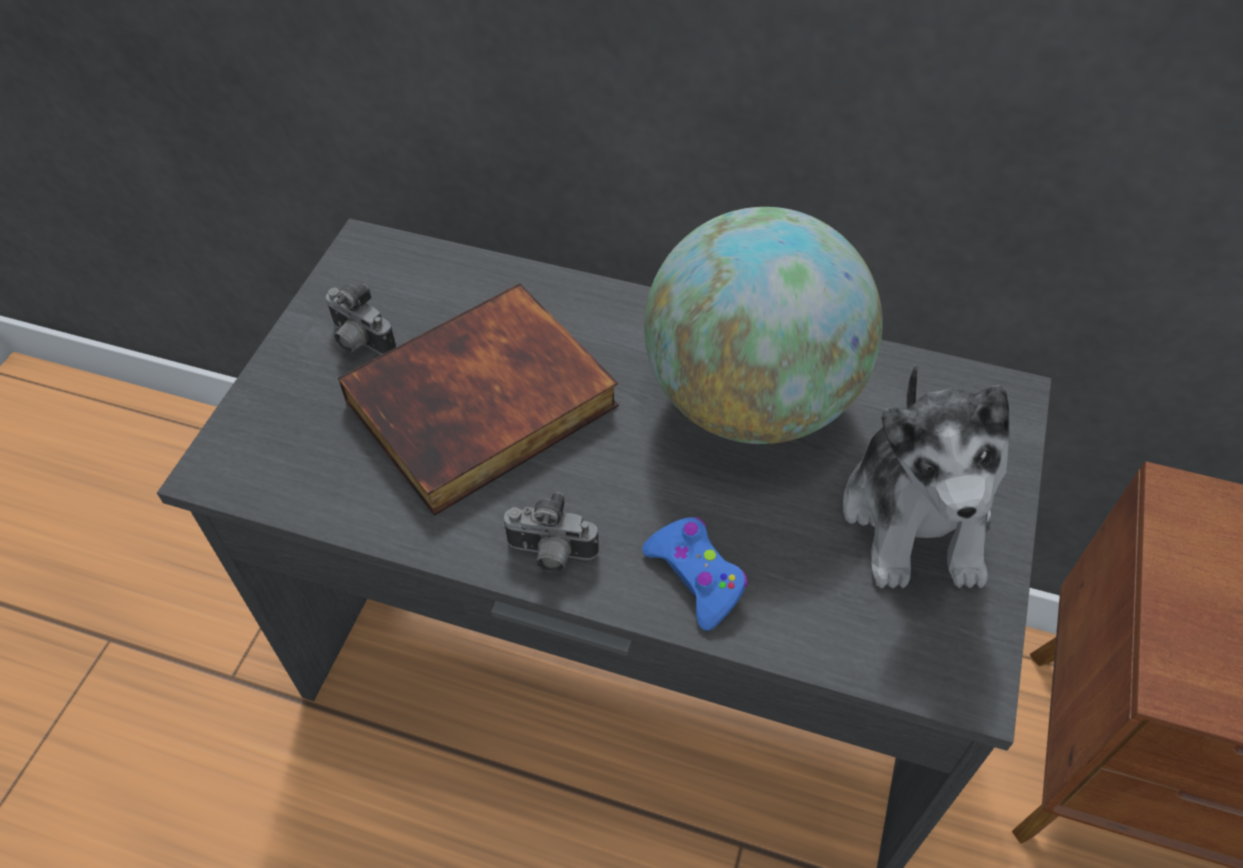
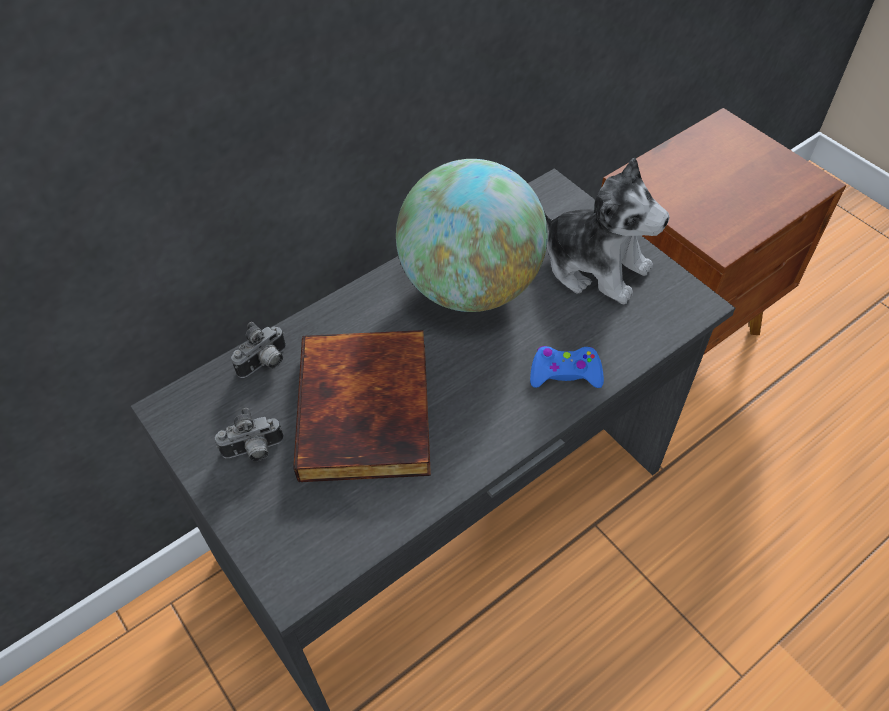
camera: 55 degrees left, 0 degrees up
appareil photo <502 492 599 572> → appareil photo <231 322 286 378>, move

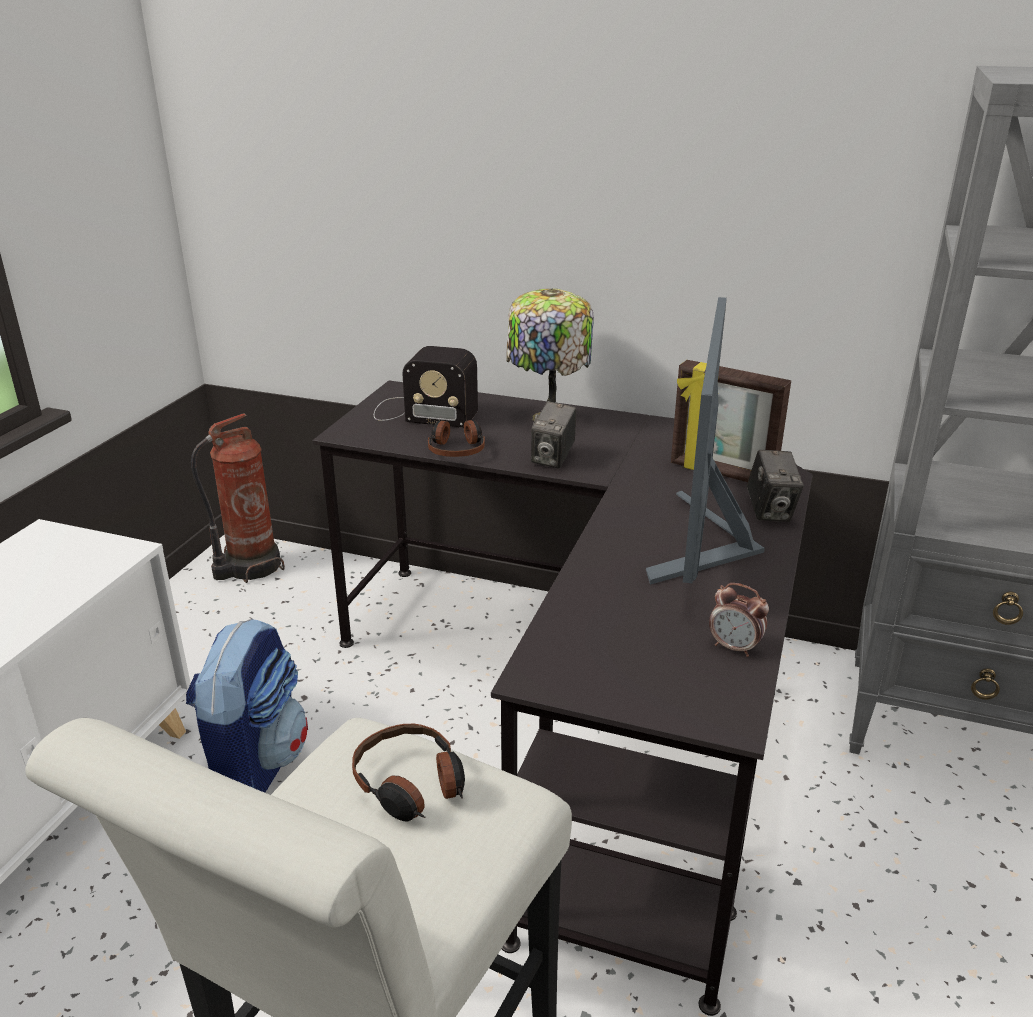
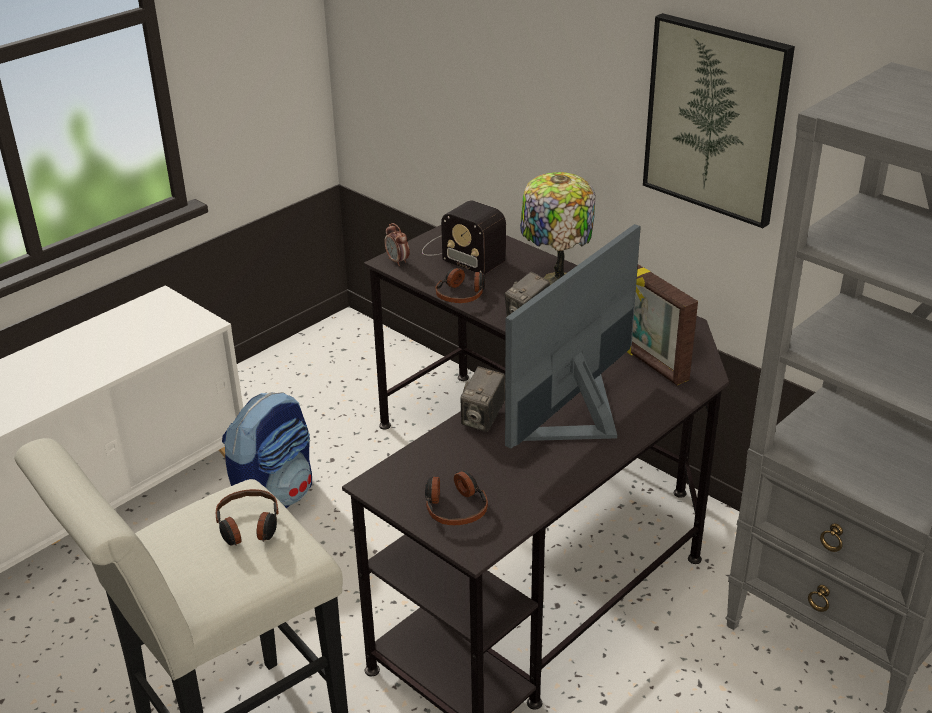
camera: 25 degrees right, 5 degrees up
extincteur <191 413 285 583> → -
réveil <709 583 769 657> → réveil <385 223 409 266>, move
appareil photo <747 450 804 522> → appareil photo <460 366 505 432>, move
- → casque audio <425 471 488 525>
- → tableau <643 13 795 228>

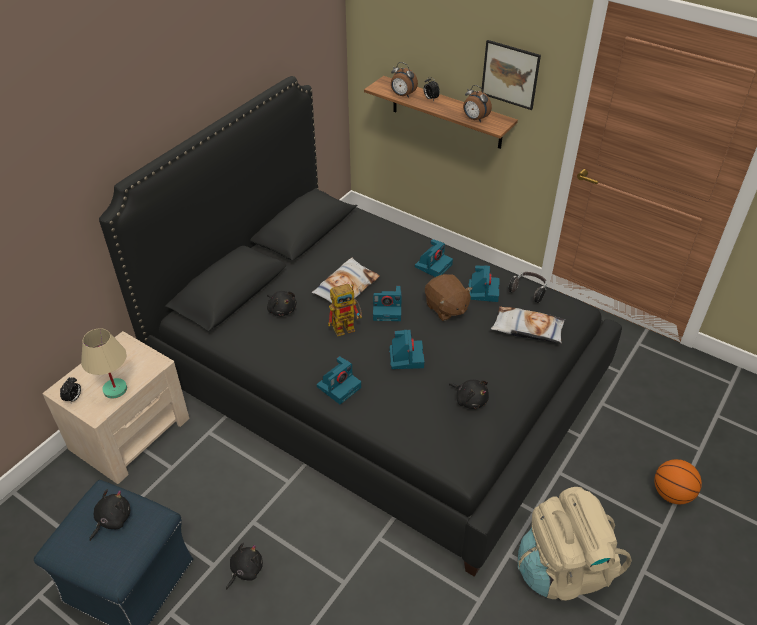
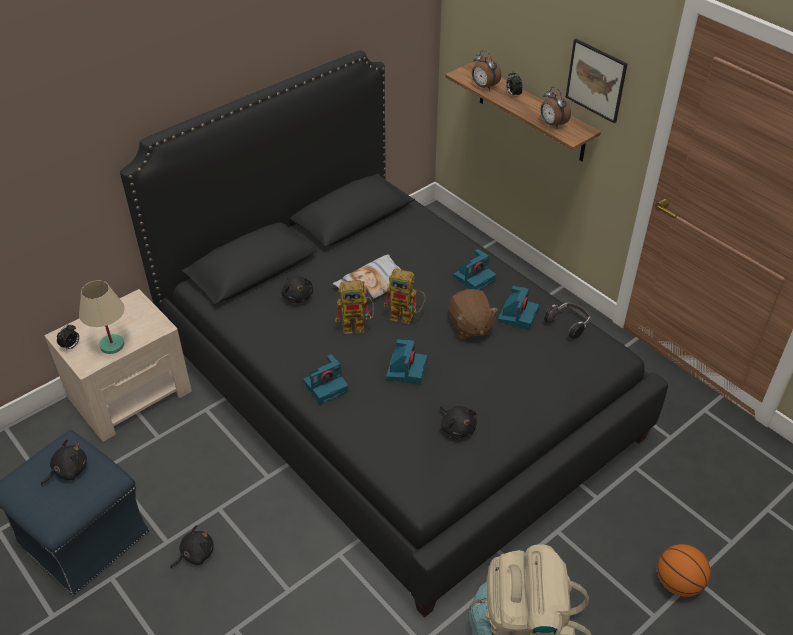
camera: 15 degrees right, 0 degrees up
appareil photo <373 286 402 321> → robot jouet <383 269 426 324>
coussin <491 306 565 343> → -

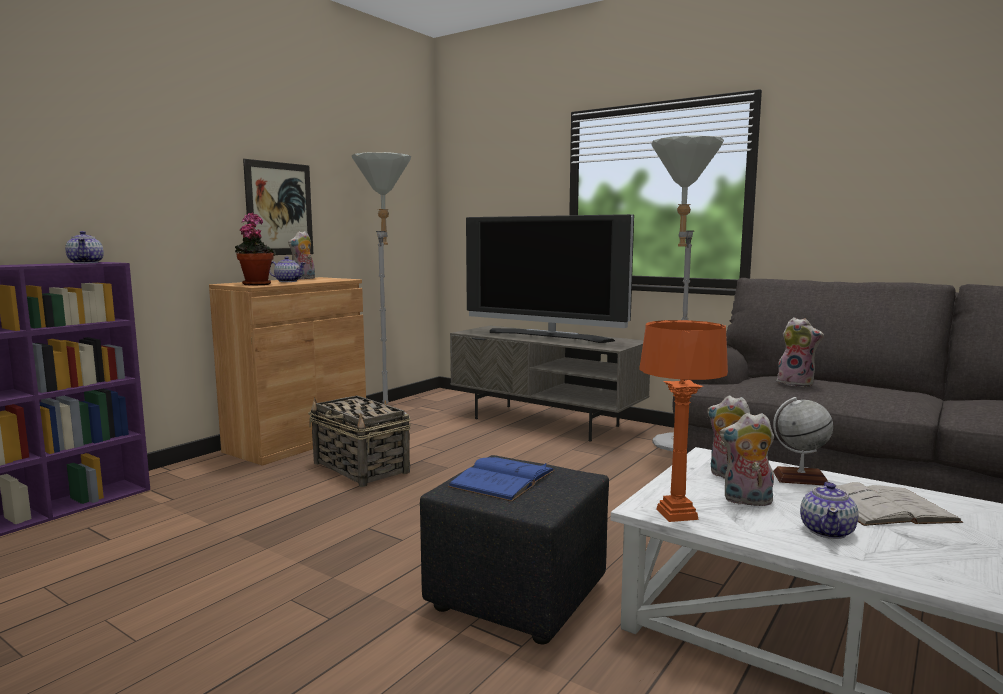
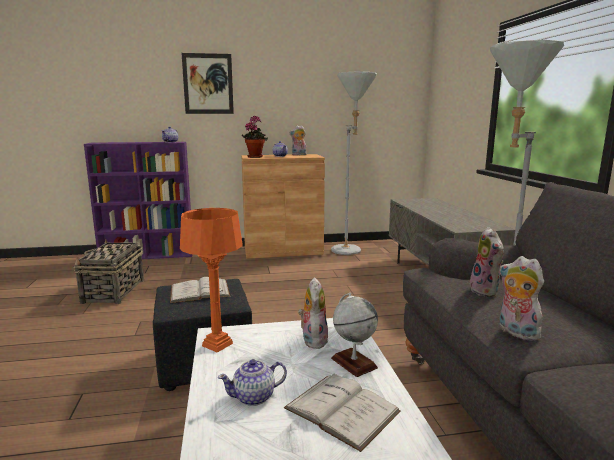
camera: 45 degrees right, 5 degrees up
tableau <243 159 313 255> → tableau <182 53 234 114>, move
panier <308 396 411 487> → panier <74 239 144 304>, move
livre [bleu] <448 457 555 502> → livre [blanc] <170 277 230 303>
téléviseur <466 214 634 343> → -
peluche <719 413 774 506> → peluche <499 256 544 341>, move

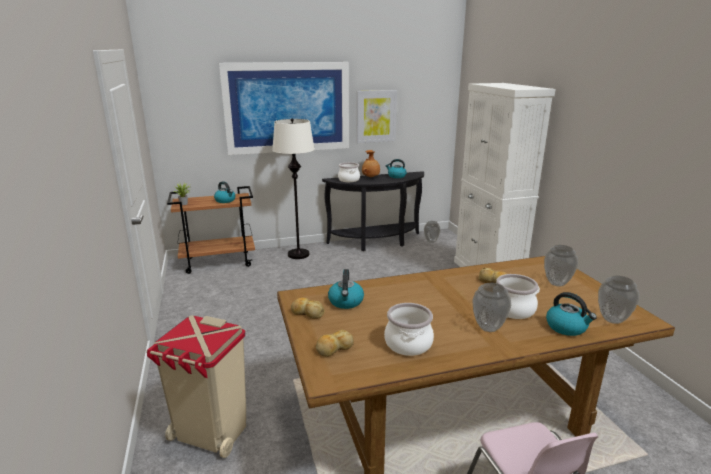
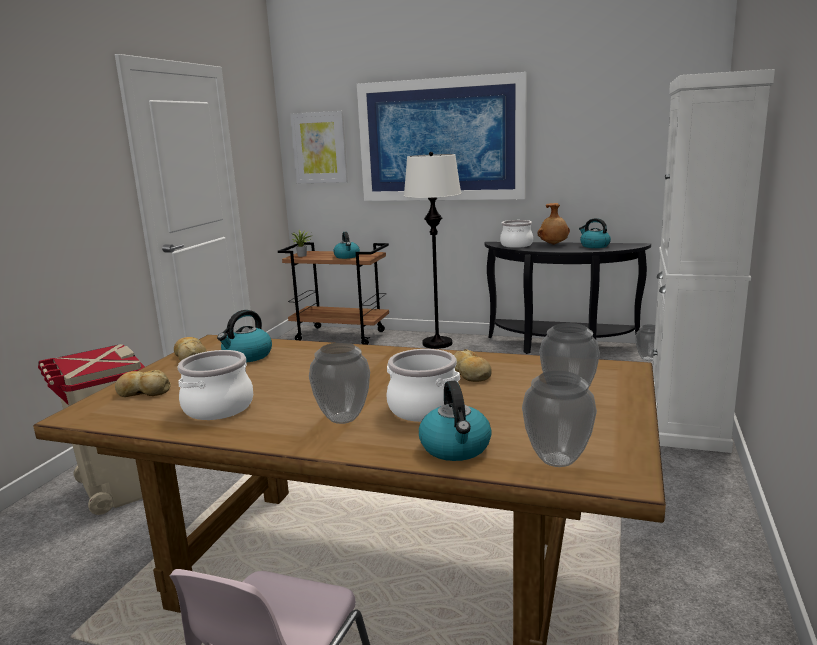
camera: 35 degrees right, 5 degrees down
tableau <357 90 397 143> → tableau <290 111 348 183>, move

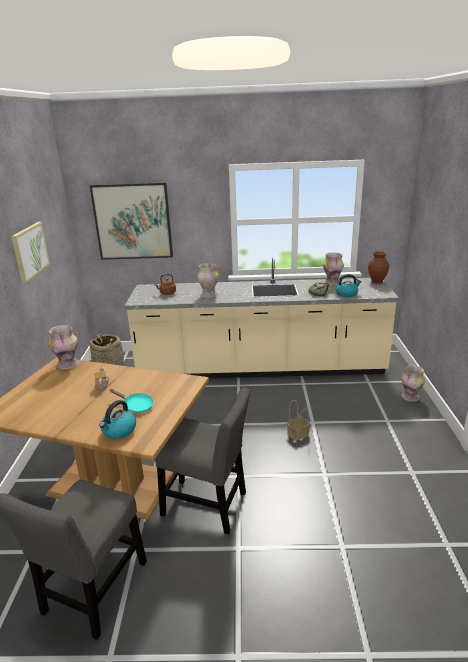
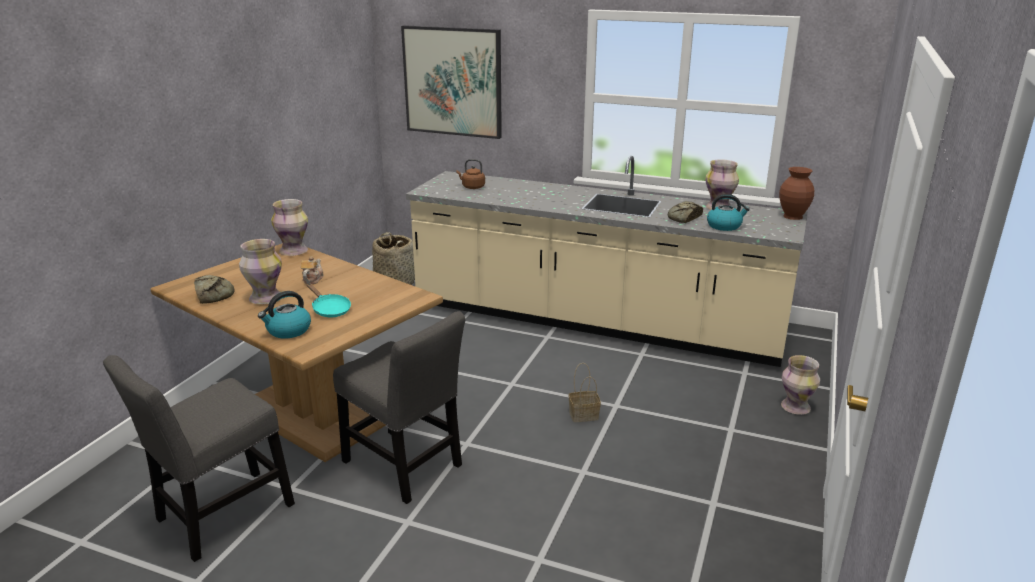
camera: 20 degrees right, 0 degrees up
tableau <11 222 50 284> → -
vase <197 263 219 298> → vase <239 239 282 304>, move
- → pain <194 275 234 304>

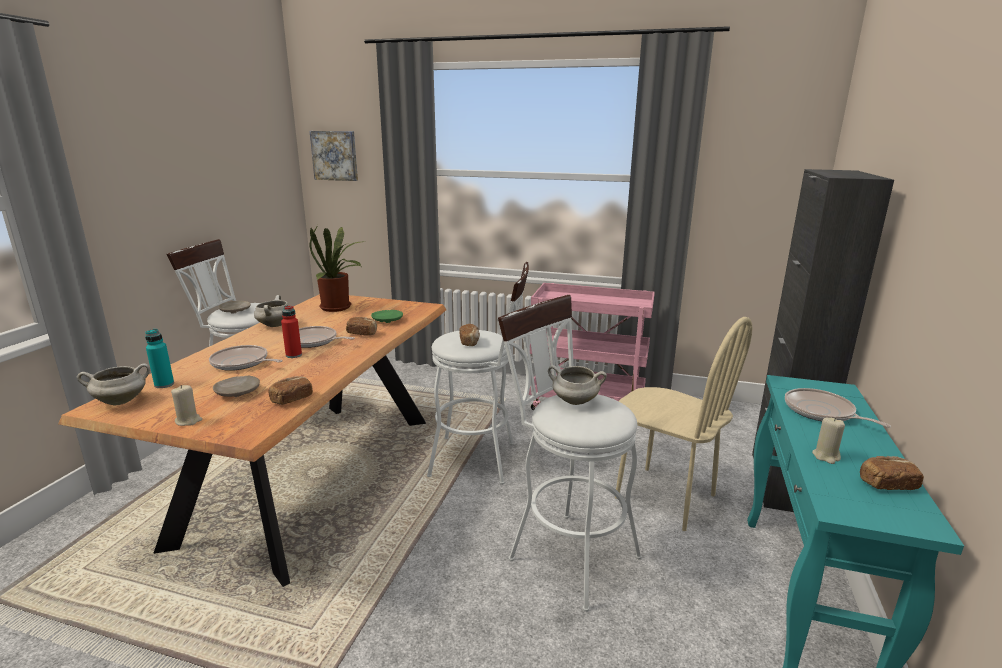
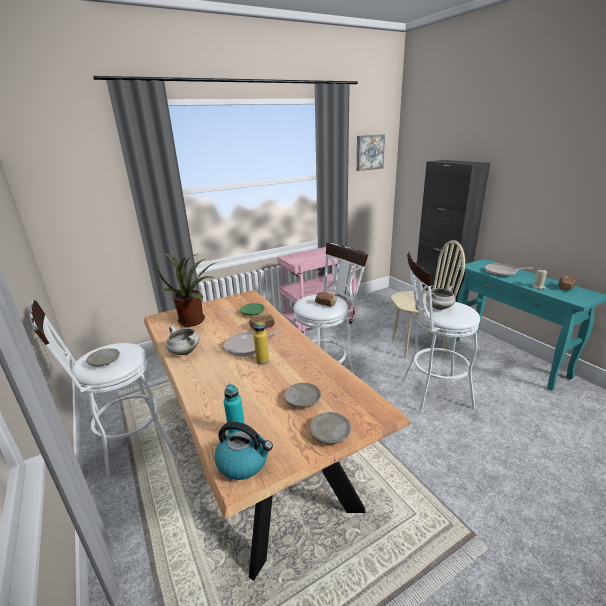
camera: 45 degrees left, 5 degrees up
marmite [blanc] <77 363 150 406> → bouilloire <214 422 273 480>
bougie [beige] <171 385 203 426> → assiette [beige] <310 412 351 444>
poêle <209 345 283 371> → -
pain <269 376 313 405> → -
bouteille [rouge] <281 305 302 358> → bouteille [jaune] <253 321 269 365>
tableau <310 131 358 181> → tableau <356 134 385 171>, move

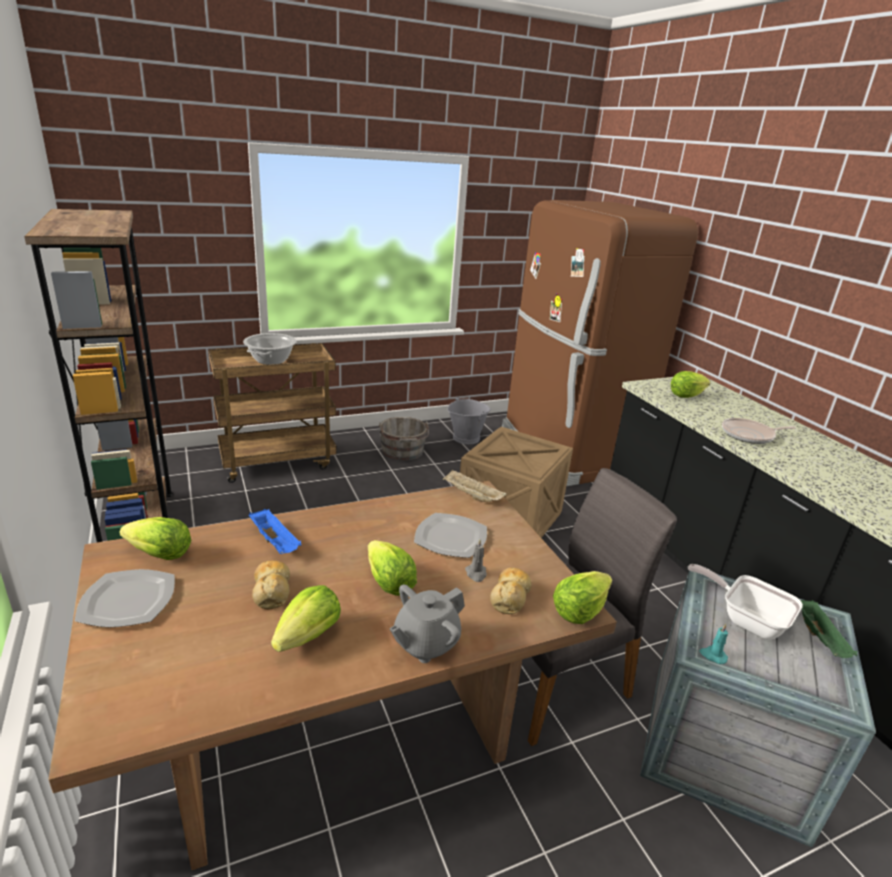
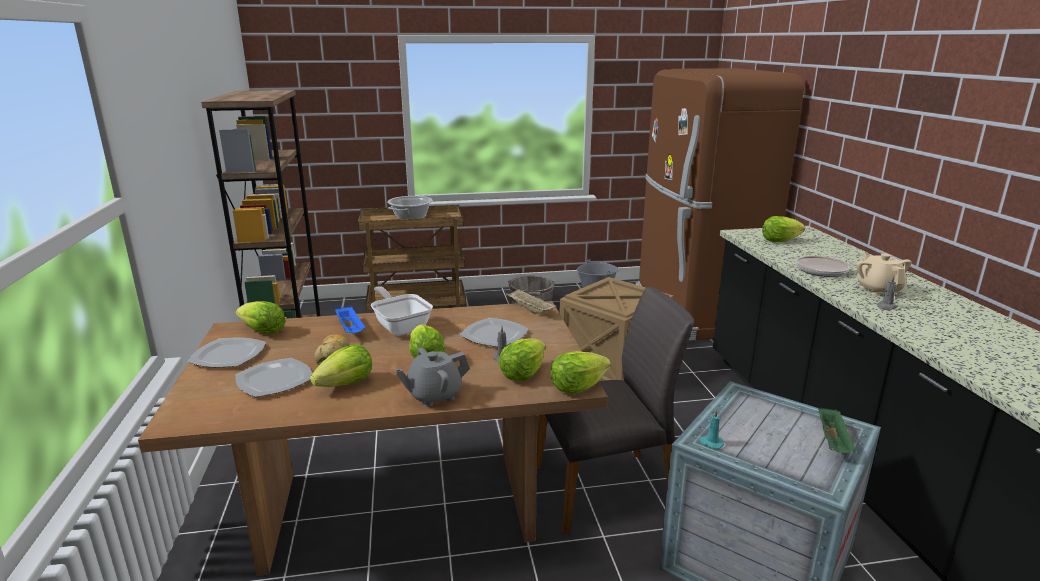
camera: 15 degrees right, 5 degrees down
pain <490 567 532 614> → laitue <499 338 546 381>
poêle <688 564 803 639> → poêle <371 286 433 336>, move
- → assiette <235 358 312 397>
- → théière [beige] <856 252 912 296>
- → bougie [gris] <877 275 898 310>

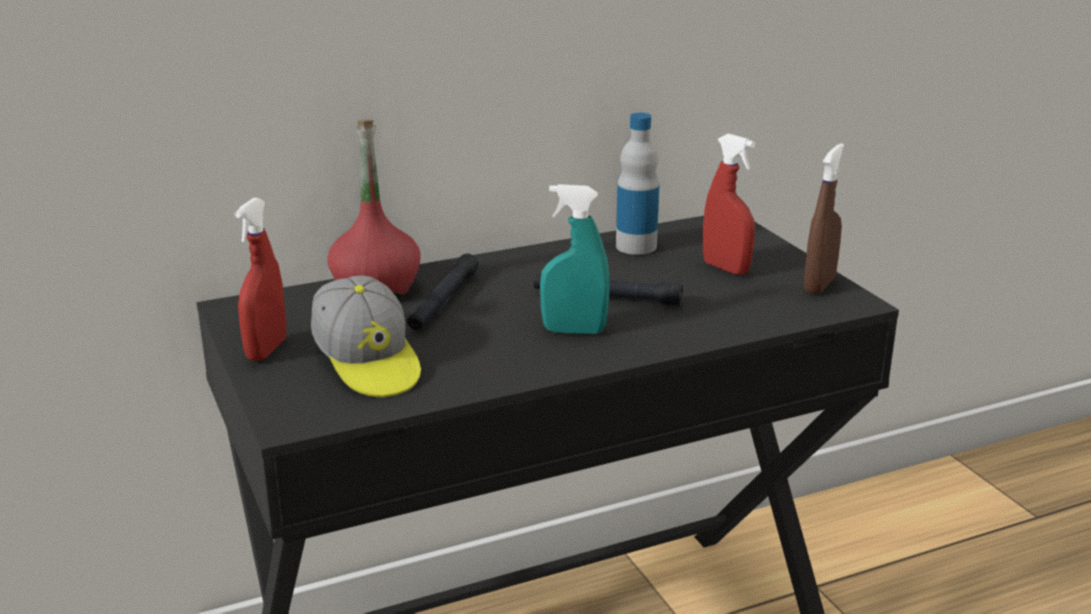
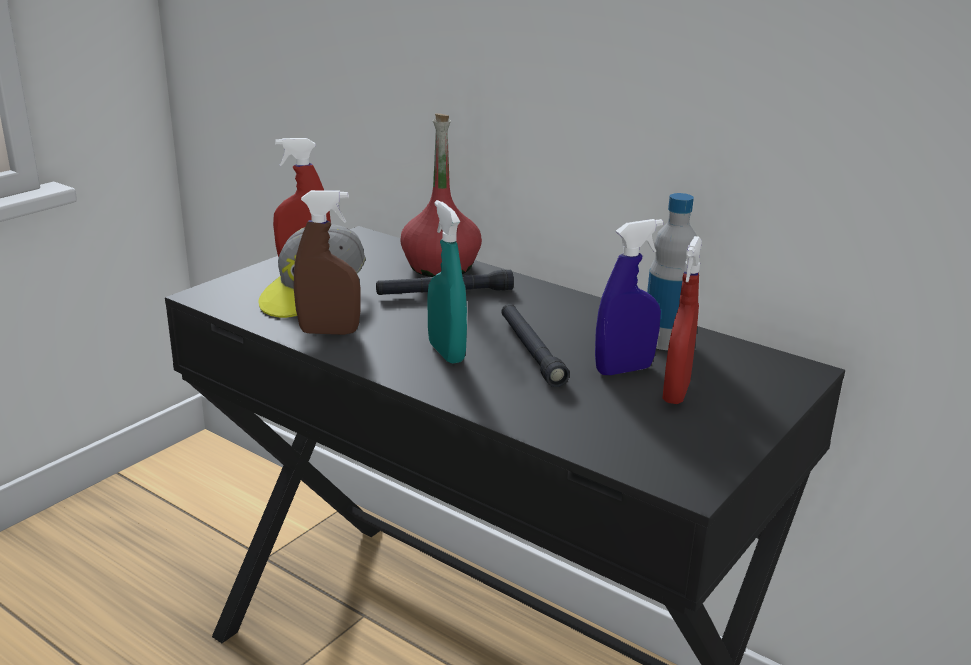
camera: 60 degrees right, 0 degrees up
vaporisateur [marron] <804 143 845 294> → vaporisateur [marron] <294 190 360 335>, move
- → vaporisateur [bleu] <595 219 663 375>

